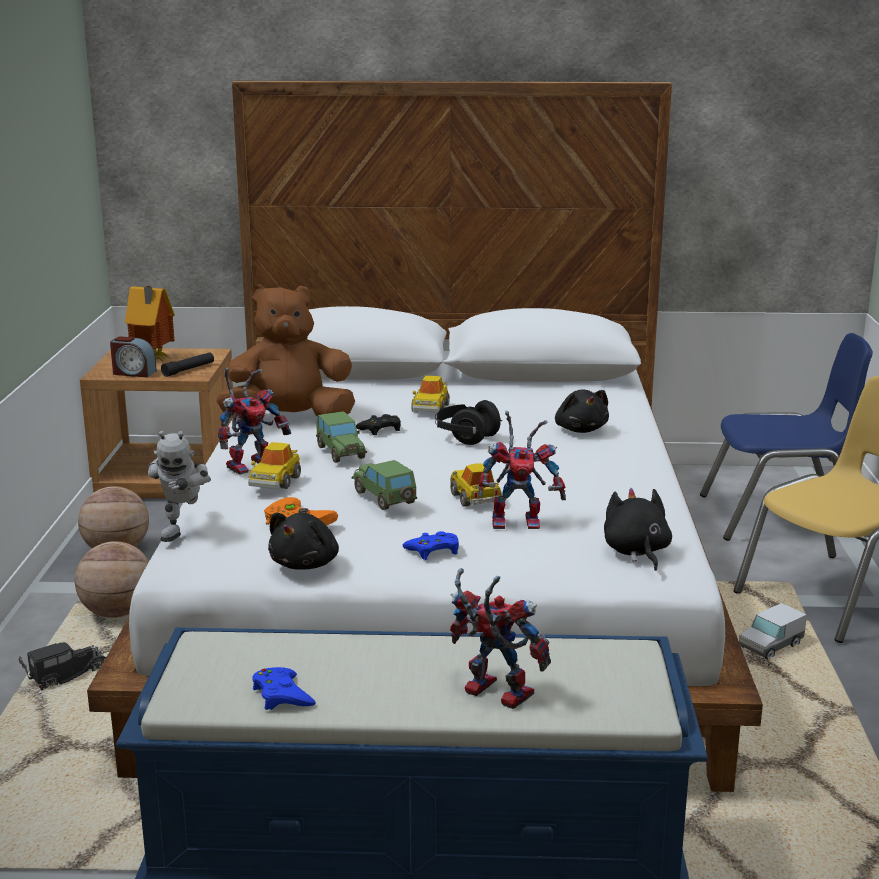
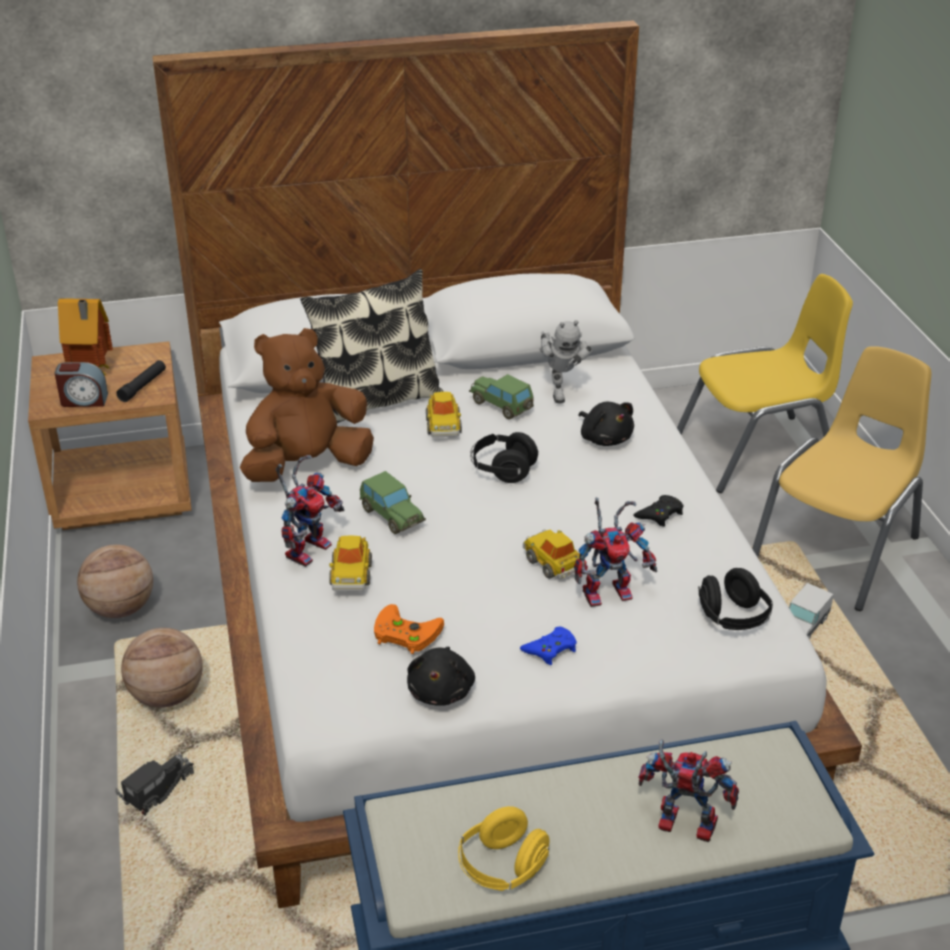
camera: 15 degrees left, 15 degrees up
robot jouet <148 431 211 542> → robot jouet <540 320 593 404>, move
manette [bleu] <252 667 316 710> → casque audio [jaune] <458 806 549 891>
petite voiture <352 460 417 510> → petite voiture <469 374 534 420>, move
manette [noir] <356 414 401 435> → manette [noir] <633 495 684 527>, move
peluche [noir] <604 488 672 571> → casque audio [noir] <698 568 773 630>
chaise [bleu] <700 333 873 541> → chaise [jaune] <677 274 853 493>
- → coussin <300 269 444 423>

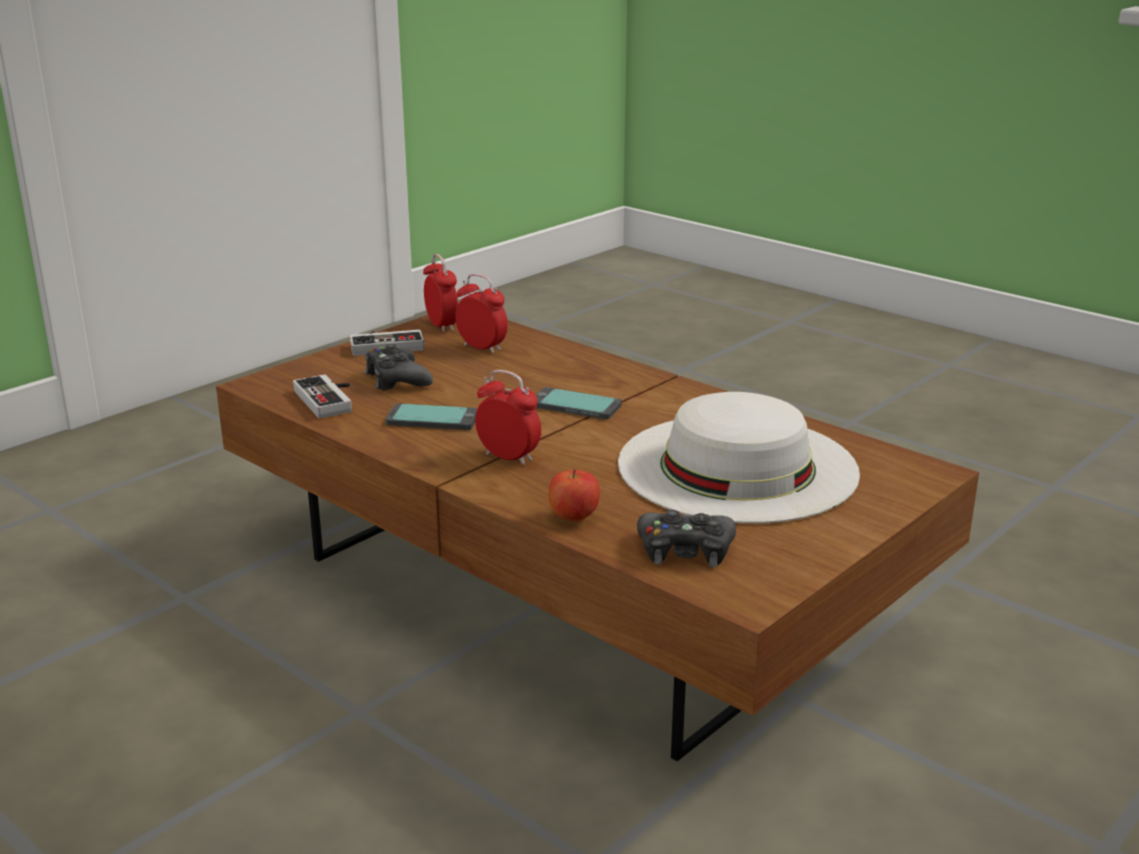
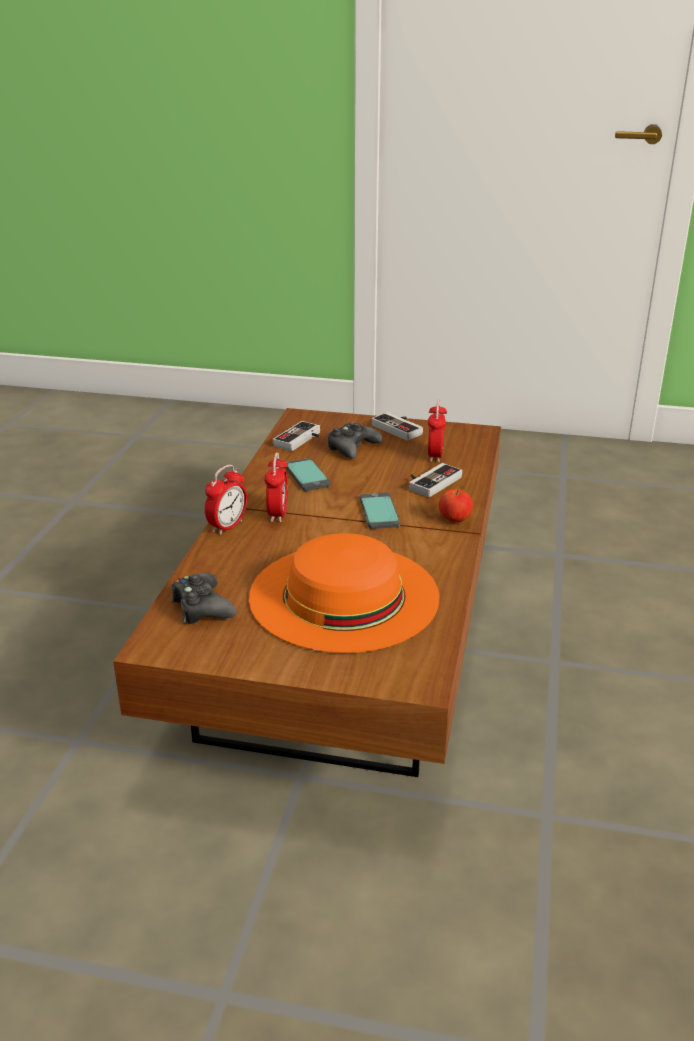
camera: 60 degrees right, 5 degrees up
réveil <423 254 458 332> → réveil <205 465 247 535>, move
pomme <549 469 600 522> → pomme <439 489 473 523>, move
chapeau [blanc] <618 392 860 523> → chapeau [orange] <249 533 439 653>
- → manette <409 463 462 497>

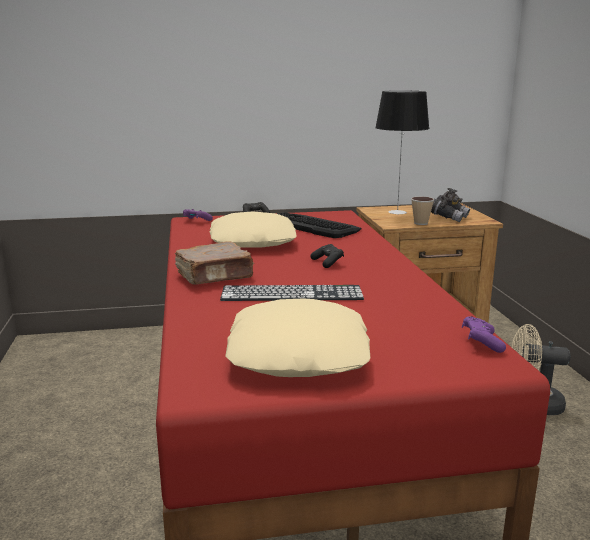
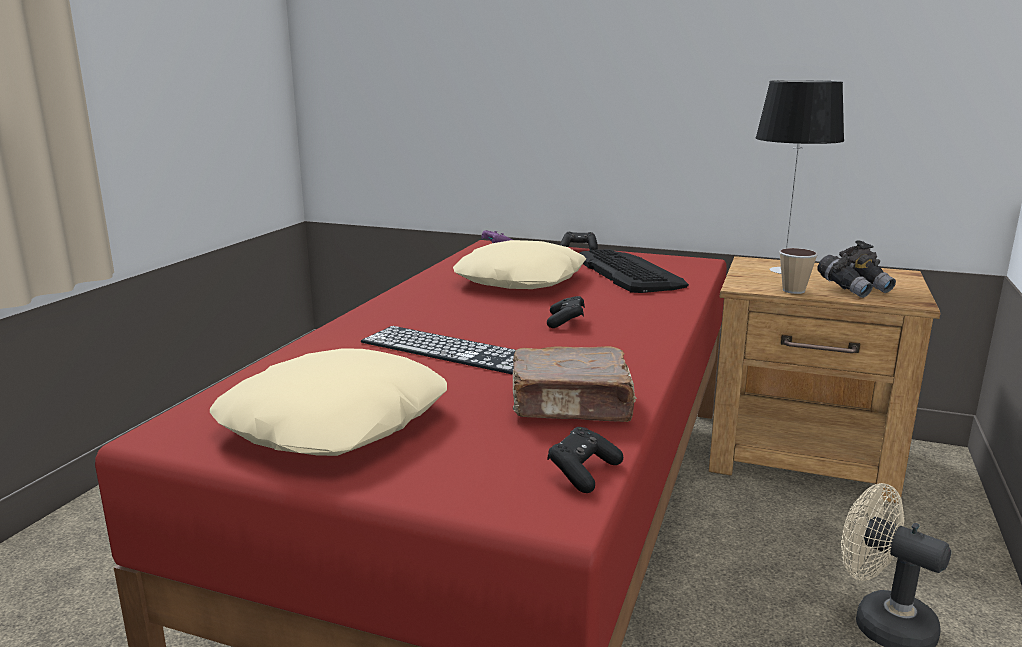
camera: 30 degrees right, 0 degrees up
livre [marron] <175 241 254 285> → livre [marron] <513 346 637 422>, move
manette [violet] <462 316 506 353> → manette [noir] <547 427 623 493>

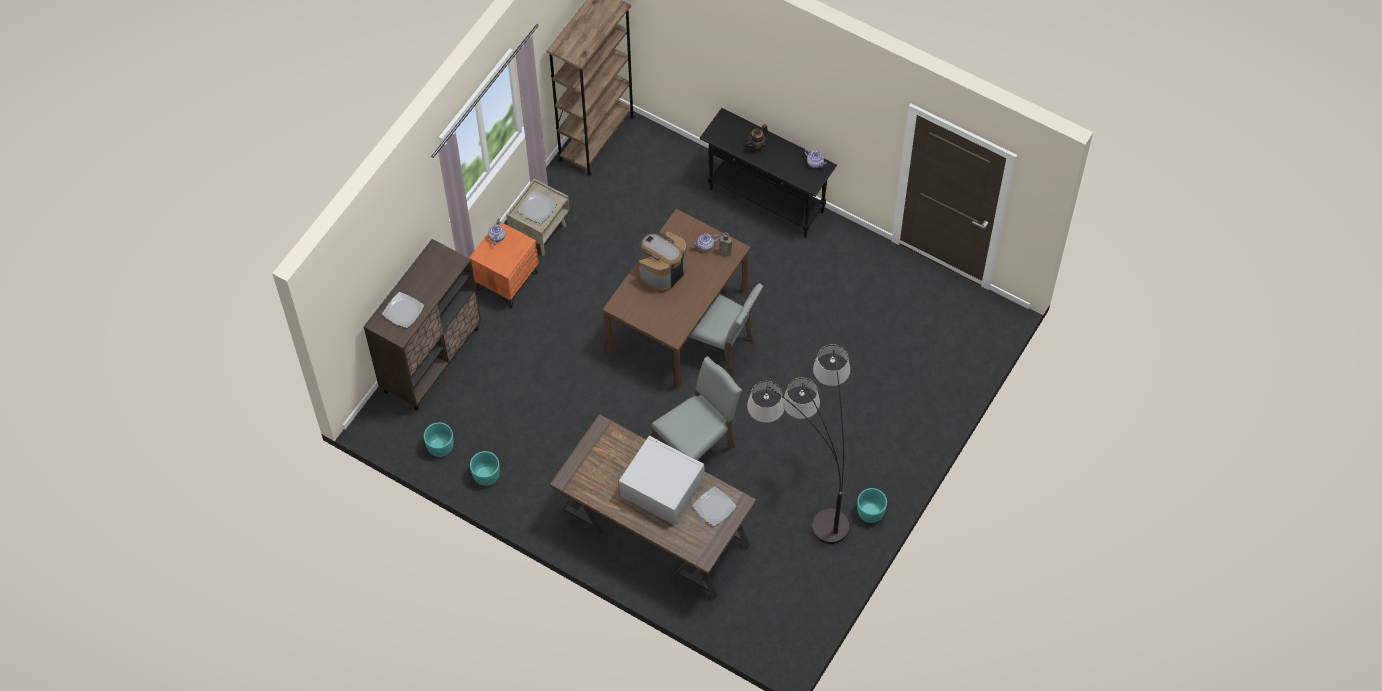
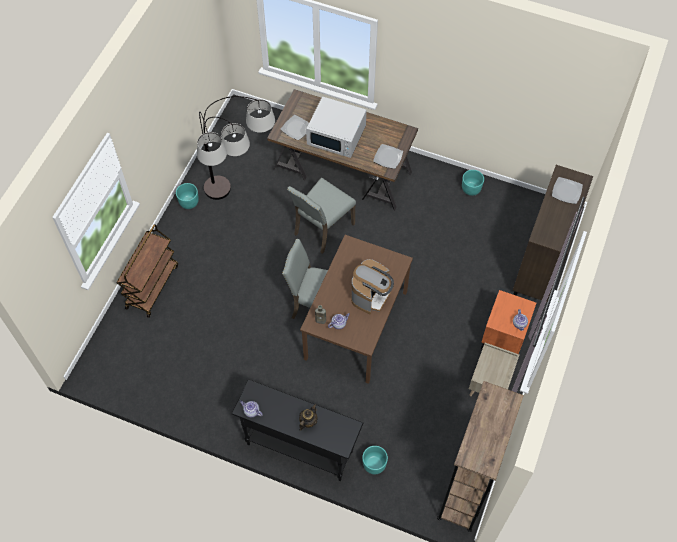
camera: 170 degrees right, 0 degrees up
cache-pot [turquoise] <424 423 454 457> → cache-pot [turquoise] <362 446 388 475>, move
assiette <517 190 557 224> → assiette <373 144 403 169>, move
- → chariot [marron] <117 224 178 318>

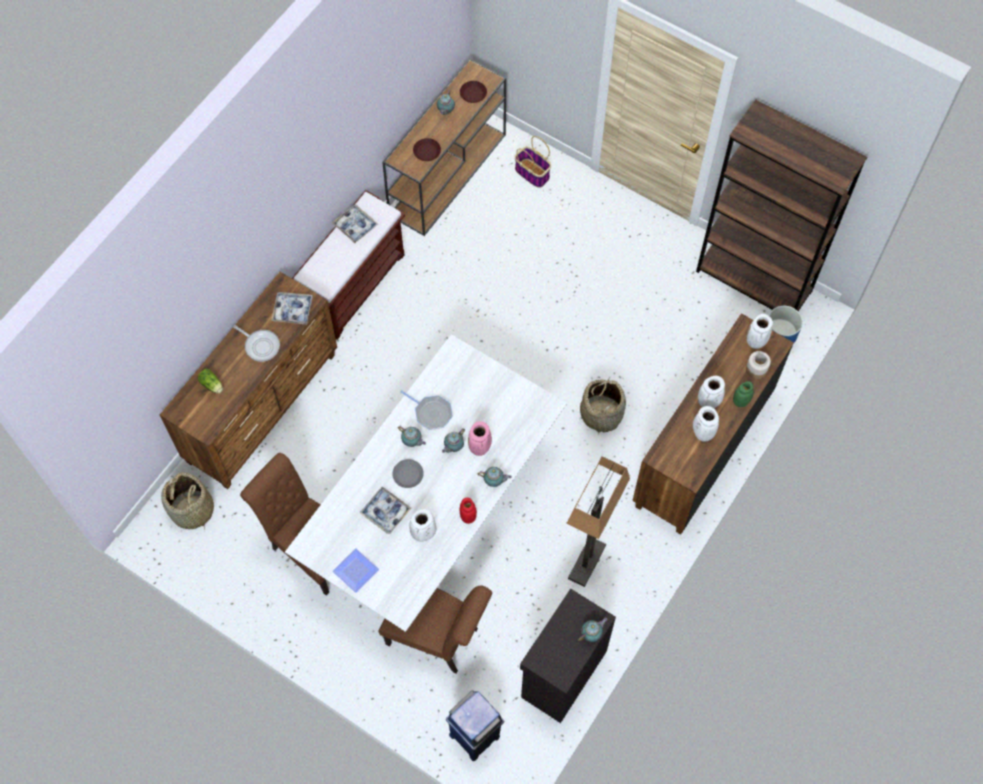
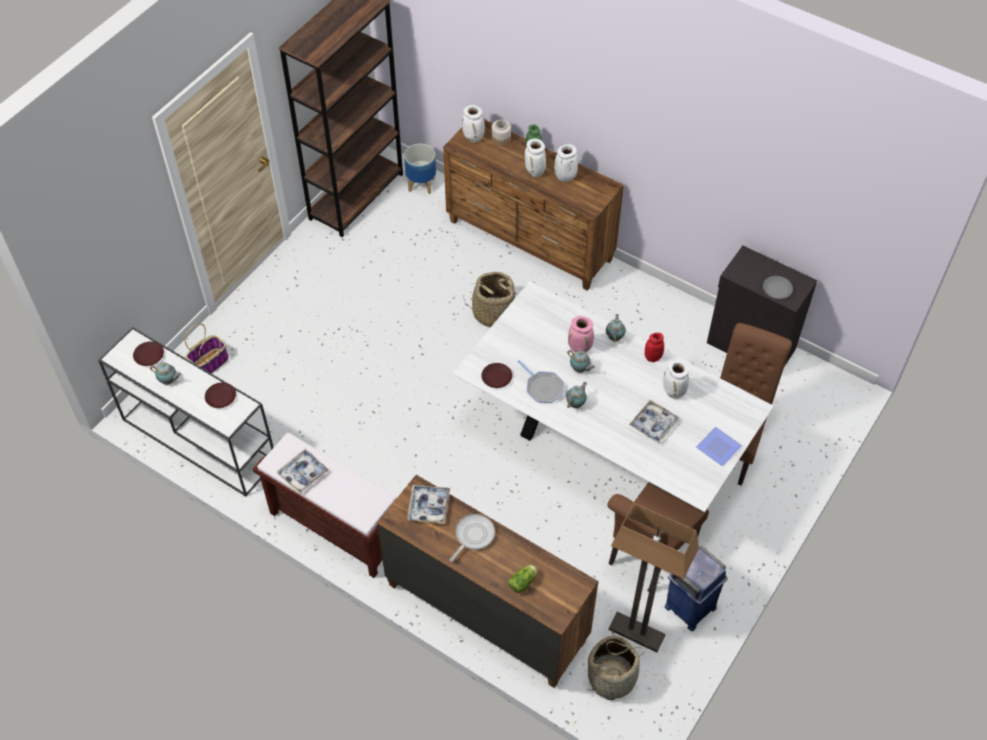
camera: 90 degrees left, 10 degrees down
table console [marron] <382 58 506 236> → table console [blanc] <98 327 274 496>
assiette [gris] <392 459 424 488> → assiette [gris] <763 276 793 299>, move
poêle <400 390 453 430> → poêle <517 360 564 403>, 105 degrees clockwise
poubelle [bleu] <445 690 504 761> → poubelle [bleu] <665 546 728 631>, move
lampadaire <566 456 630 587> → lampadaire <609 503 699 652>, move
théière <578 618 607 642> → -
- → assiette [marron] <481 363 512 388>

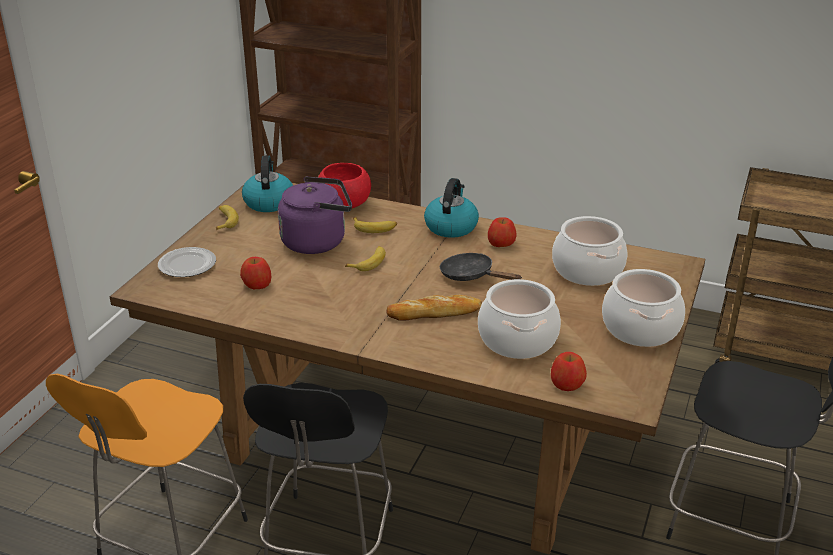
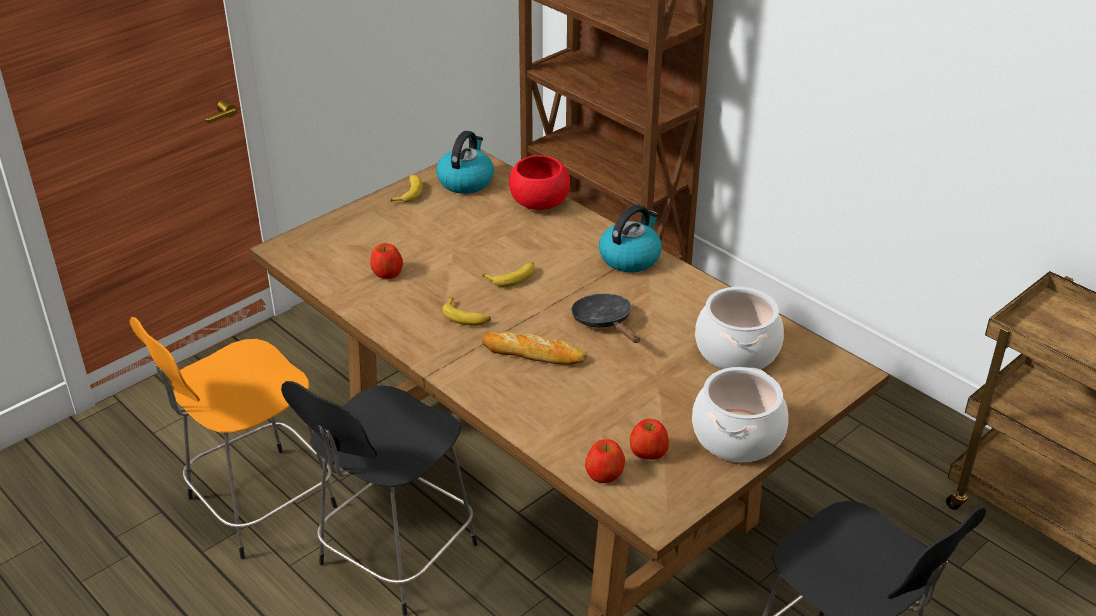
camera: 25 degrees right, 5 degrees up
assiette <158 247 216 277> → -
bouilloire [violet] <278 176 352 254> → -
banane <353 217 397 233> → banane <442 297 491 326>, move
marmite <478 279 561 359> → -
pomme <488 217 516 247> → pomme <630 419 669 460>, move

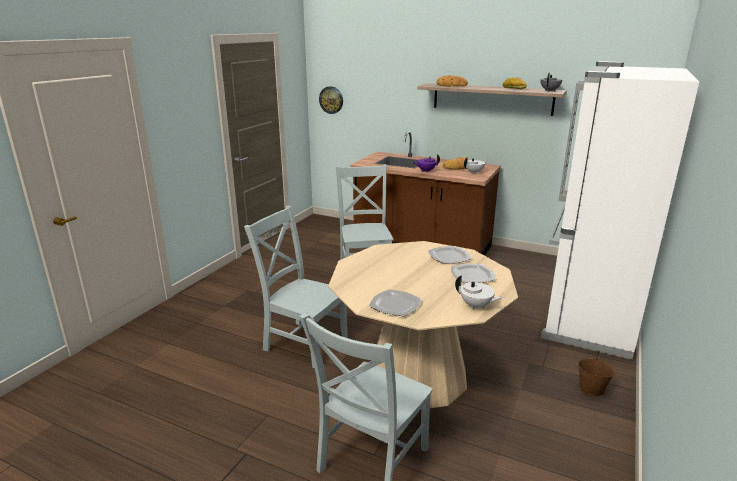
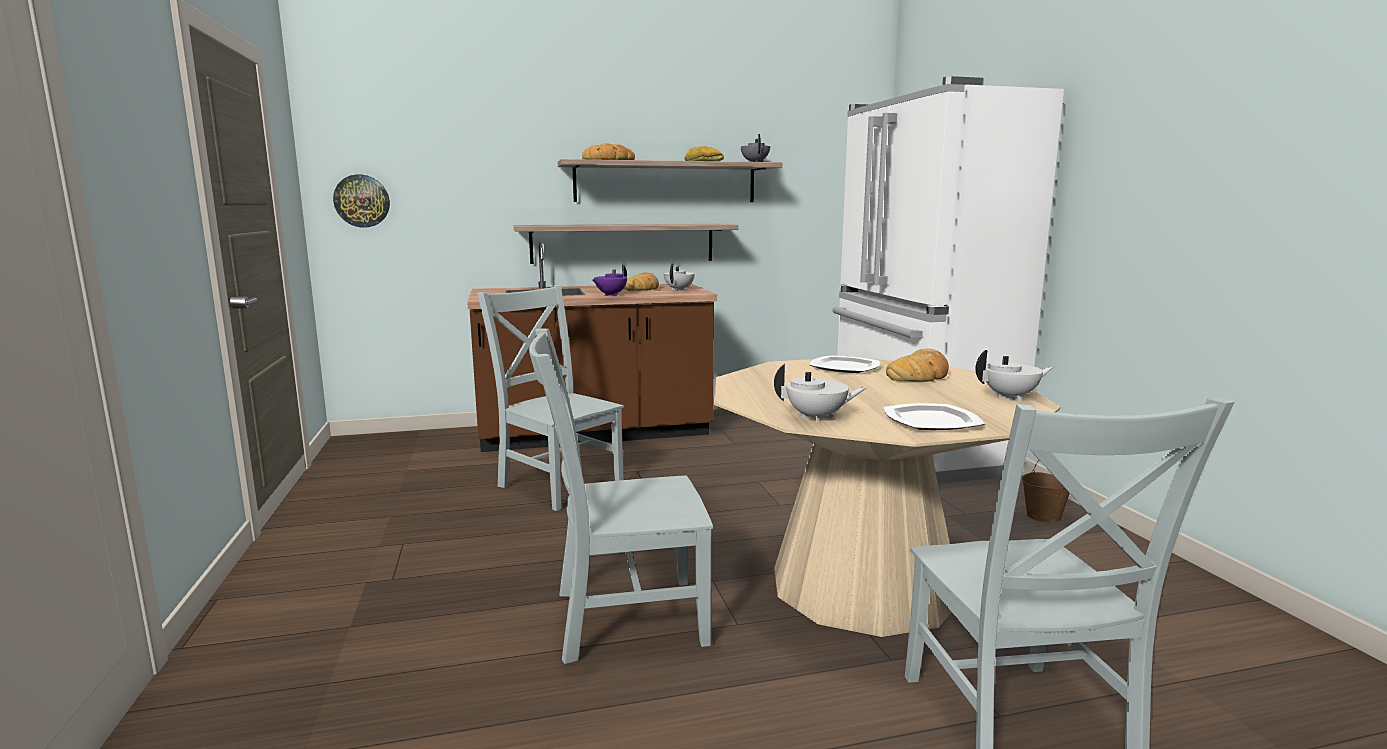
camera: 40 degrees left, 10 degrees down
assiette <451 264 496 283> → pain <886 348 949 382>
- → étagère <514 224 738 264>
- → théière [blanc] <774 364 866 422>

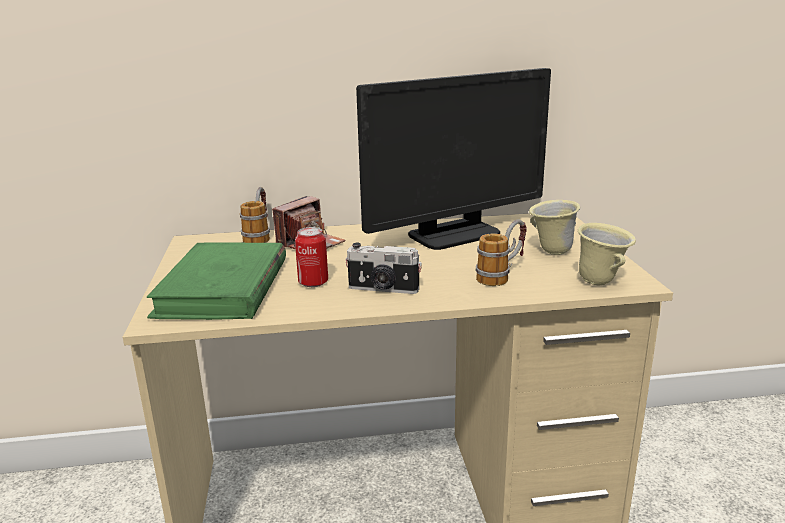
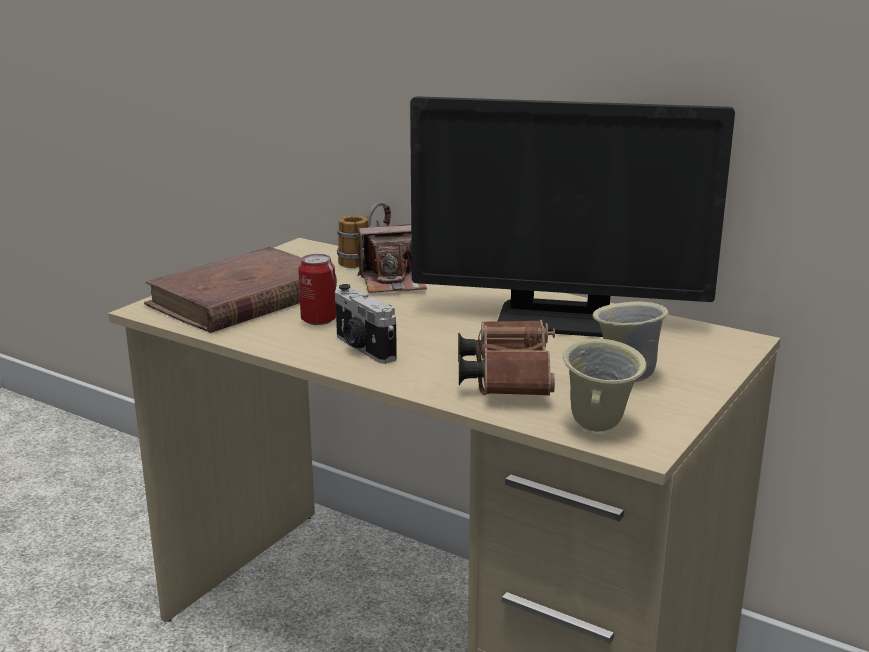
camera: 40 degrees right, 0 degrees up
livre [vert] <147 242 286 320> → livre [marron] <144 247 337 333>
mug <476 219 527 286> → jumelles [marron] <458 320 555 396>

